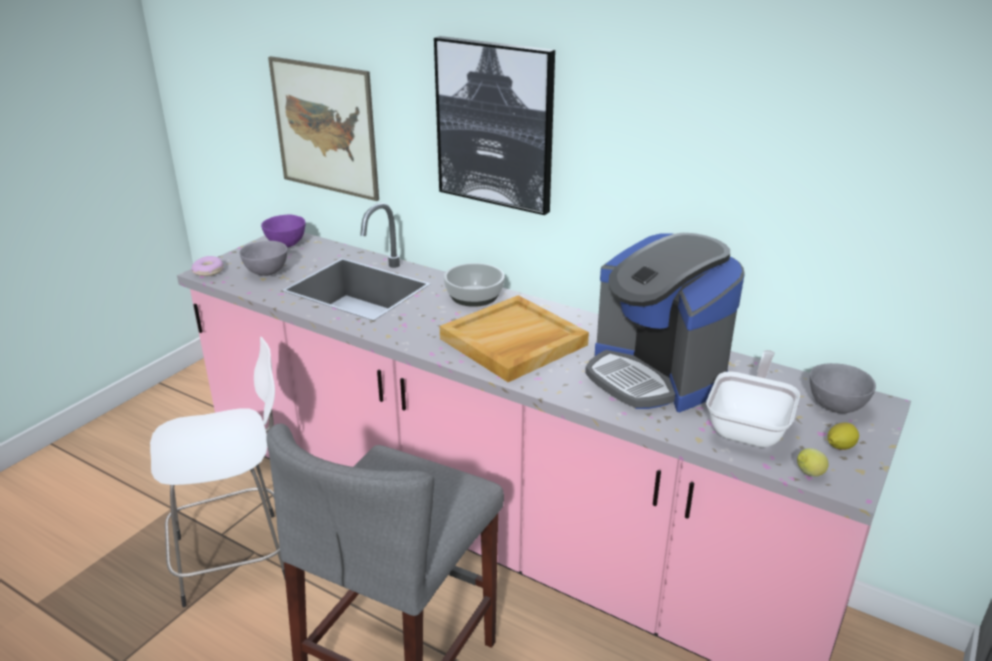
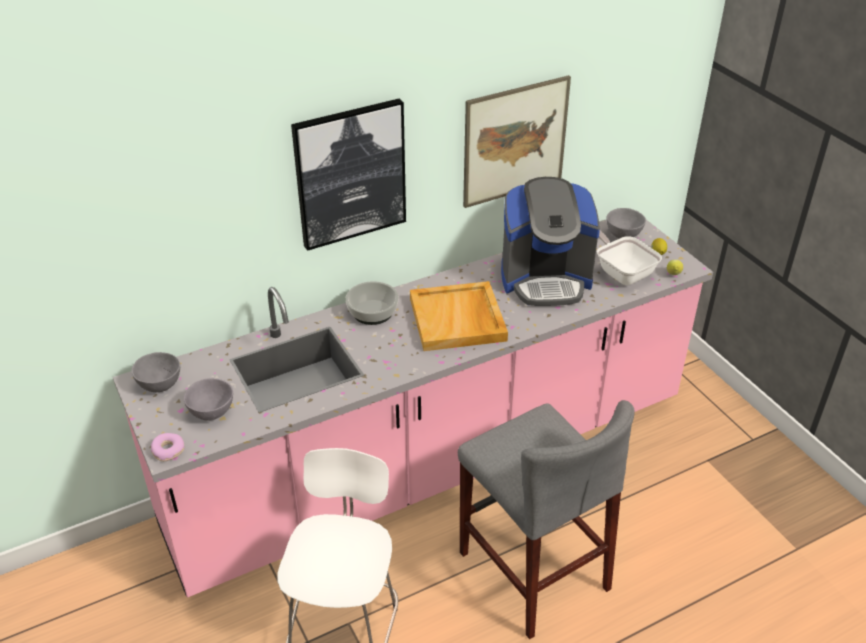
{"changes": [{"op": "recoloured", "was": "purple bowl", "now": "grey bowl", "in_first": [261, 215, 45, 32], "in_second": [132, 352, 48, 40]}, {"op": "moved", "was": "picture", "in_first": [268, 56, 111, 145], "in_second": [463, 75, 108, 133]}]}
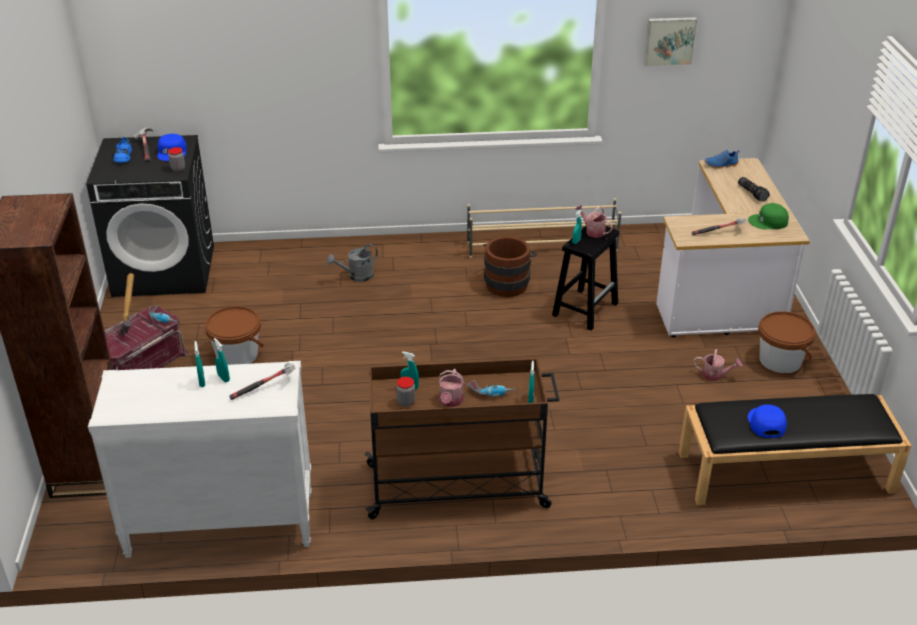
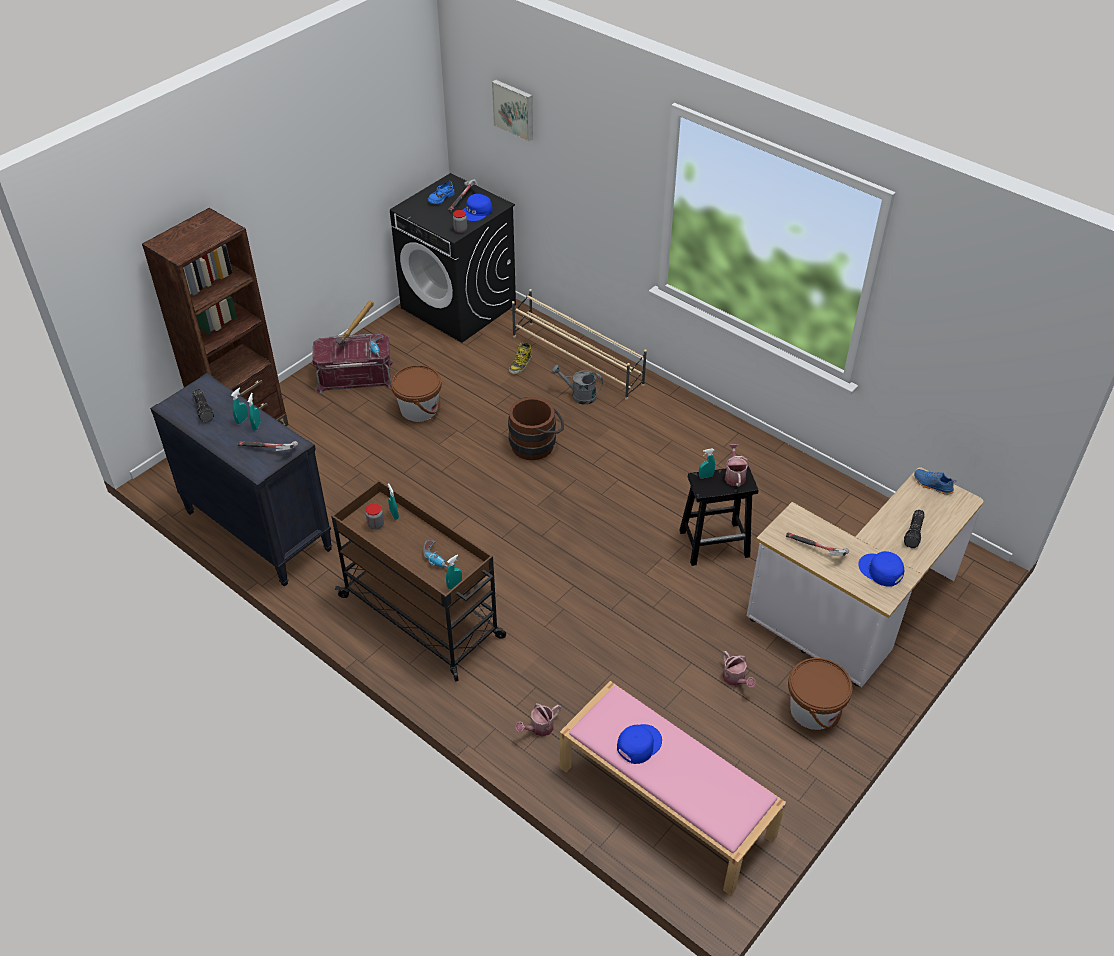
{"changes": [{"op": "recoloured", "was": "white dresser", "now": "black dresser", "in_first": [88, 361, 224, 197], "in_second": [150, 373, 182, 214]}, {"op": "moved", "was": "watering can", "in_first": [438, 369, 27, 38], "in_second": [515, 703, 46, 34]}, {"op": "moved", "was": "beige shoe rack", "in_first": [467, 198, 155, 60], "in_second": [512, 289, 135, 111]}, {"op": "moved", "was": "brown bucket", "in_first": [483, 236, 54, 61], "in_second": [508, 397, 56, 63]}, {"op": "moved", "was": "picture", "in_first": [644, 17, 53, 50], "in_second": [492, 80, 41, 61]}, {"op": "recoloured", "was": "black bench", "now": "pink bench", "in_first": [679, 394, 233, 111], "in_second": [560, 681, 226, 215]}, {"op": "recoloured", "was": "green cap", "now": "blue cap", "in_first": [748, 203, 41, 26], "in_second": [858, 551, 46, 36]}, {"op": "added", "now": "flashlight", "in_second": [193, 389, 21, 34]}, {"op": "added", "now": "boot", "in_second": [509, 343, 23, 31]}]}
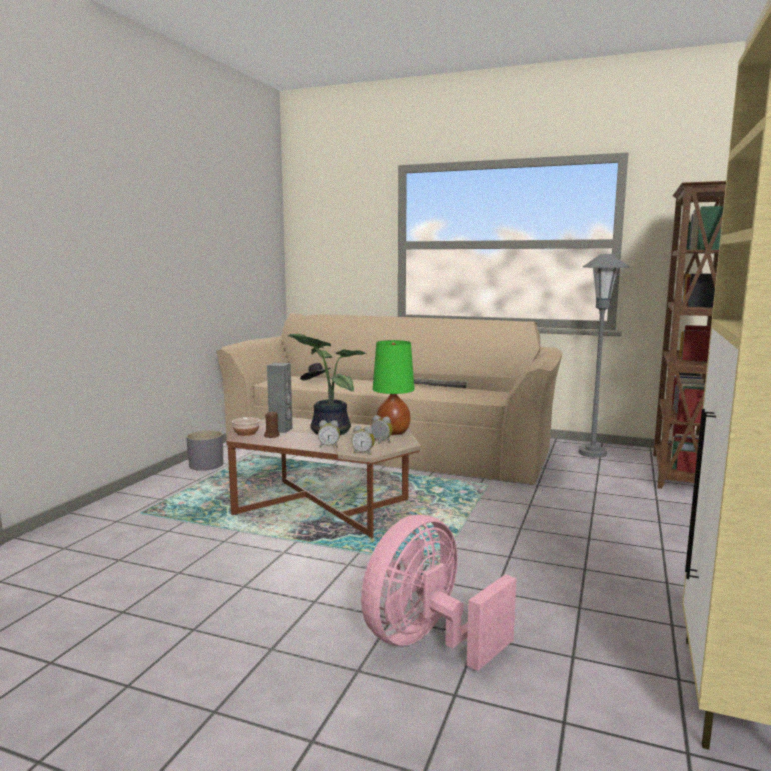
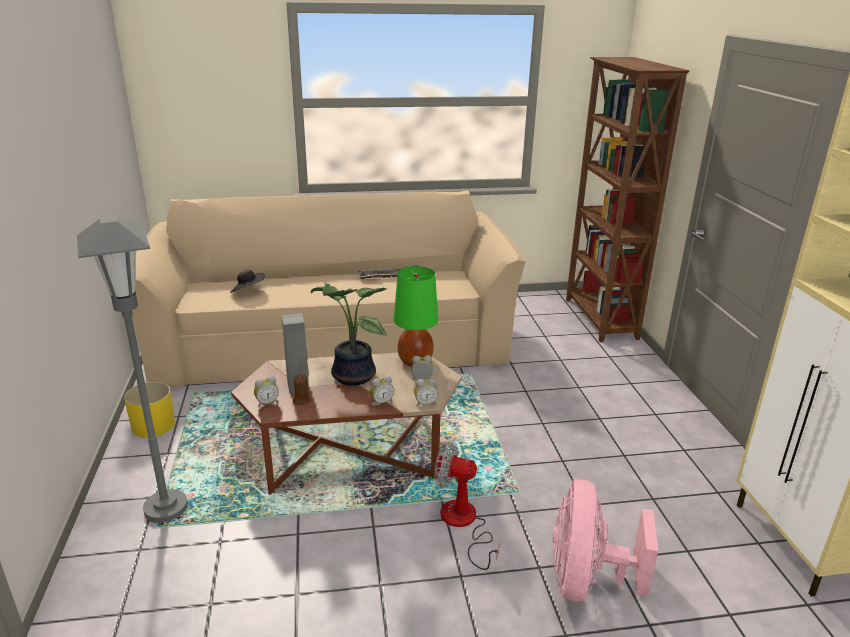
{"changes": [{"op": "recoloured", "was": "grey planter", "now": "yellow planter", "in_first": [186, 430, 37, 41], "in_second": [124, 382, 51, 56]}, {"op": "replaced", "was": "bowl", "now": "alarm clock", "in_first": [232, 417, 28, 19], "in_second": [254, 376, 25, 31]}, {"op": "moved", "was": "grey floor lamp", "in_first": [579, 254, 50, 204], "in_second": [77, 217, 111, 306]}, {"op": "added", "now": "fan", "in_second": [434, 442, 66, 128]}]}
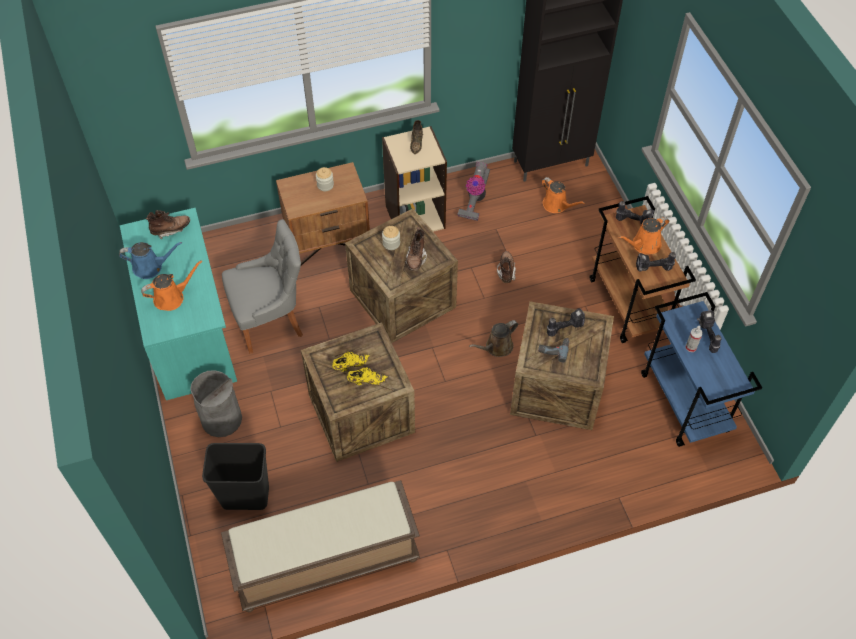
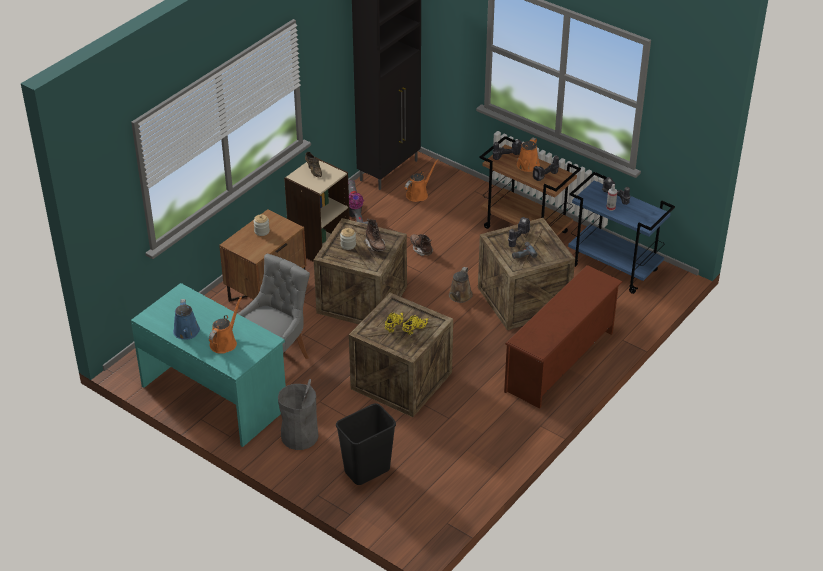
{"changes": [{"op": "turned", "was": "blue watering can", "in_first": [119, 242, 63, 37], "in_second": [173, 299, 27, 41], "clockwise": 120}, {"op": "removed", "was": "brown boot", "in_first": [146, 210, 44, 29]}, {"op": "removed", "was": "brown bench", "in_first": [221, 480, 199, 132]}, {"op": "turned", "was": "orange watering can", "in_first": [542, 177, 43, 36], "in_second": [405, 159, 34, 43], "clockwise": -60}, {"op": "added", "now": "brown shoe rack", "in_second": [504, 265, 119, 144]}]}
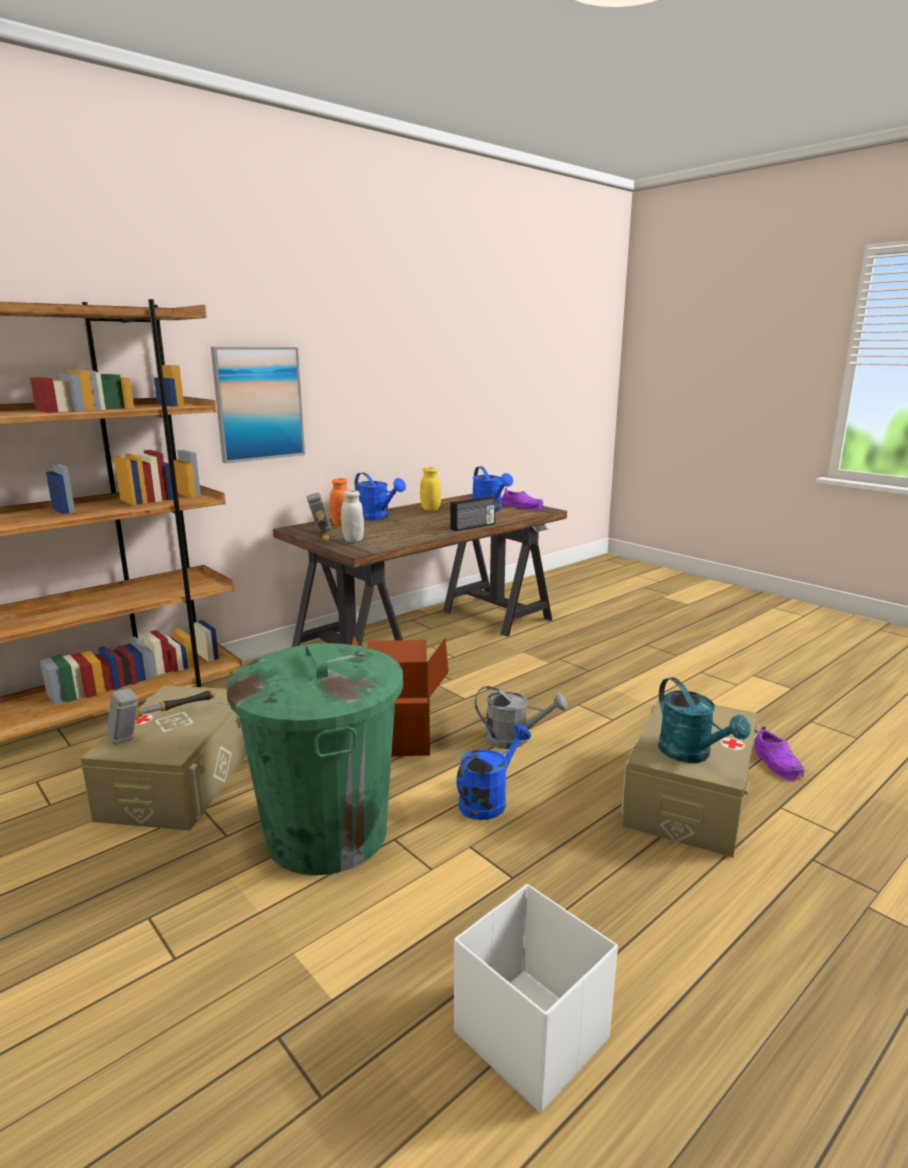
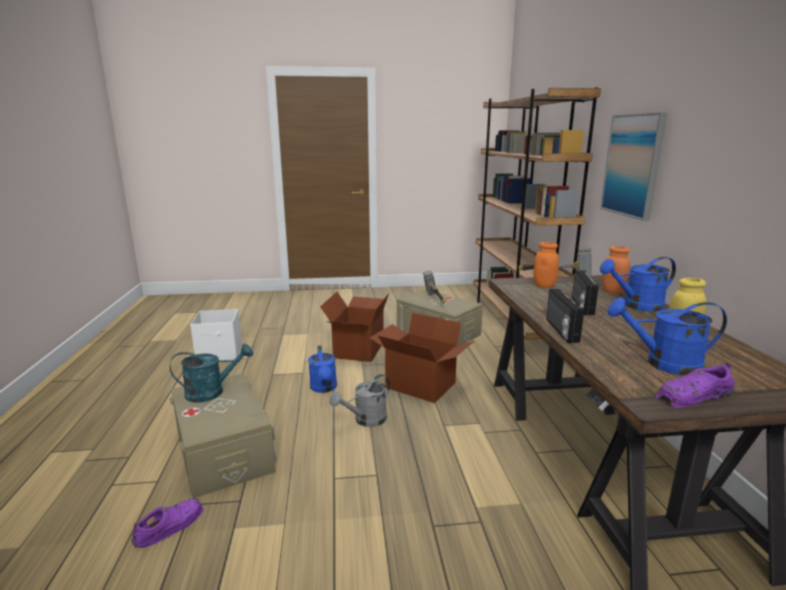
{"changes": [{"op": "replaced", "was": "green trash can", "now": "cardboard box", "in_first": [227, 643, 176, 232], "in_second": [320, 292, 69, 70]}, {"op": "recoloured", "was": "white jar", "now": "orange jar", "in_first": [341, 490, 23, 52], "in_second": [533, 242, 26, 46]}, {"op": "turned", "was": "turquoise watering can", "in_first": [658, 677, 93, 86], "in_second": [170, 343, 83, 60], "clockwise": 150}, {"op": "turned", "was": "purple shoe", "in_first": [754, 727, 50, 55], "in_second": [131, 498, 73, 50], "clockwise": 105}, {"op": "added", "now": "radio", "in_second": [572, 270, 27, 45]}]}
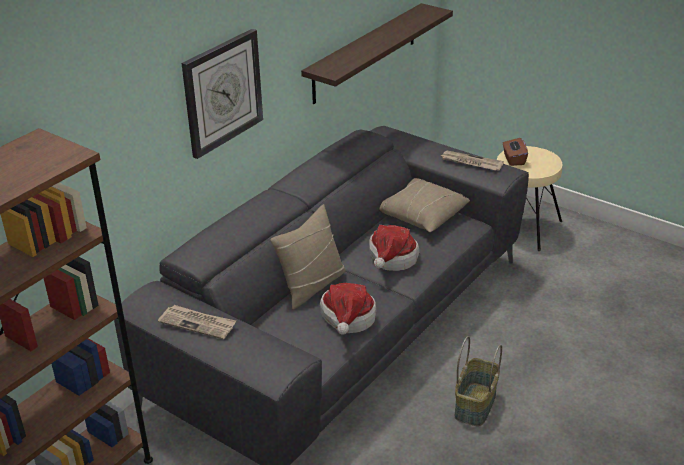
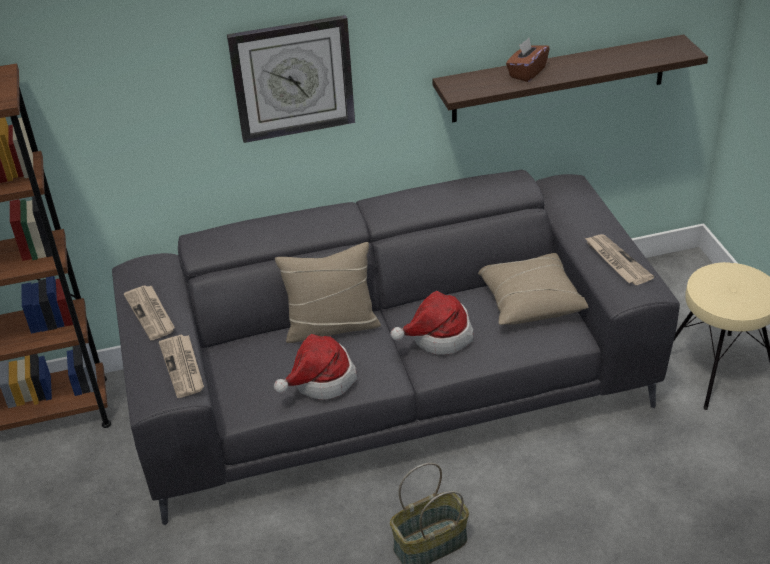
{"changes": [{"op": "moved", "was": "brown tissue box", "in_first": [503, 138, 25, 28], "in_second": [506, 38, 44, 44]}, {"op": "added", "now": "newspaper", "in_second": [159, 335, 45, 63]}]}
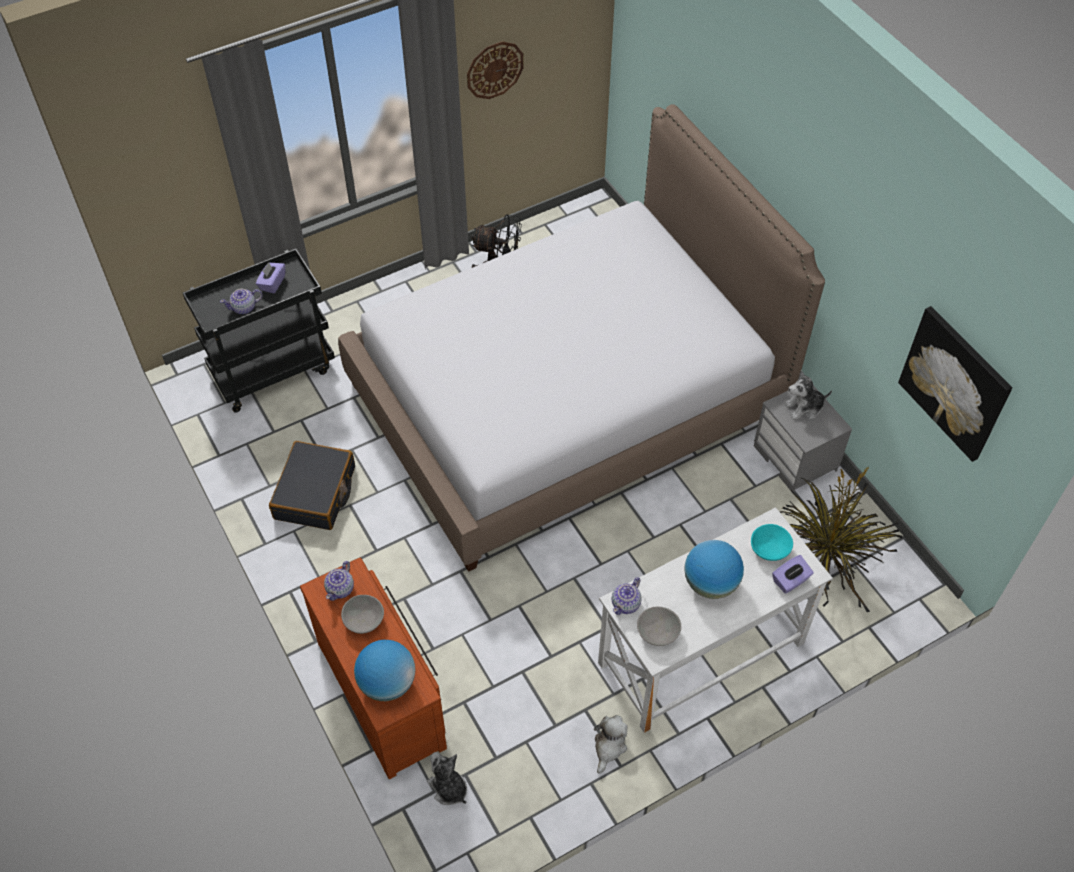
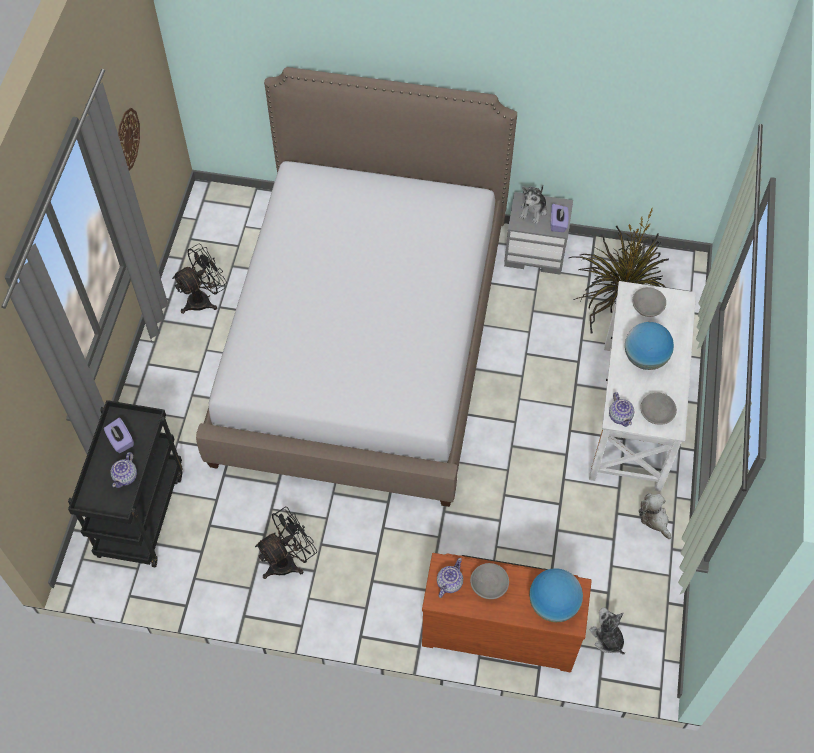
{"changes": [{"op": "replaced", "was": "black suitcase", "now": "black fan", "in_first": [269, 441, 86, 89], "in_second": [255, 507, 62, 72]}, {"op": "turned", "was": "teapot", "in_first": [324, 561, 30, 40], "in_second": [437, 558, 26, 40], "clockwise": -120}, {"op": "turned", "was": "plush toy", "in_first": [427, 752, 40, 53], "in_second": [589, 607, 36, 47], "clockwise": 60}, {"op": "recoloured", "was": "turquoise bowl", "now": "grey bowl", "in_first": [751, 524, 42, 37], "in_second": [632, 287, 34, 30]}, {"op": "moved", "was": "purple tissue box", "in_first": [772, 555, 42, 39], "in_second": [551, 204, 18, 28]}, {"op": "removed", "was": "picture", "in_first": [898, 306, 114, 156]}]}
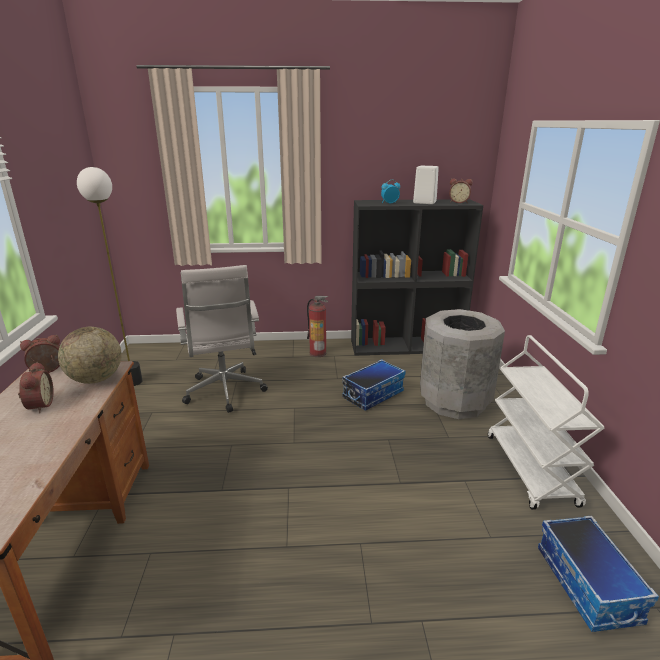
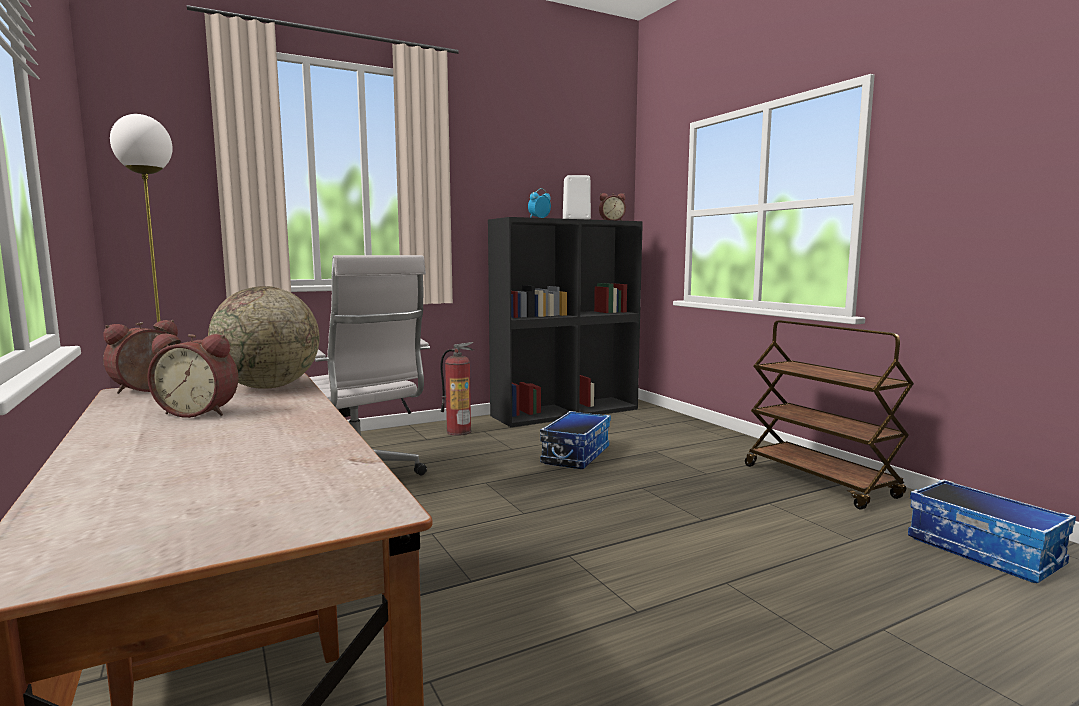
{"changes": [{"op": "turned", "was": "alarm clock", "in_first": [18, 362, 36, 51], "in_second": [147, 334, 91, 84], "clockwise": 135}, {"op": "removed", "was": "grey trash can", "in_first": [420, 309, 85, 110]}, {"op": "recoloured", "was": "white cart", "now": "brown cart", "in_first": [488, 335, 117, 175], "in_second": [745, 320, 169, 190]}]}
